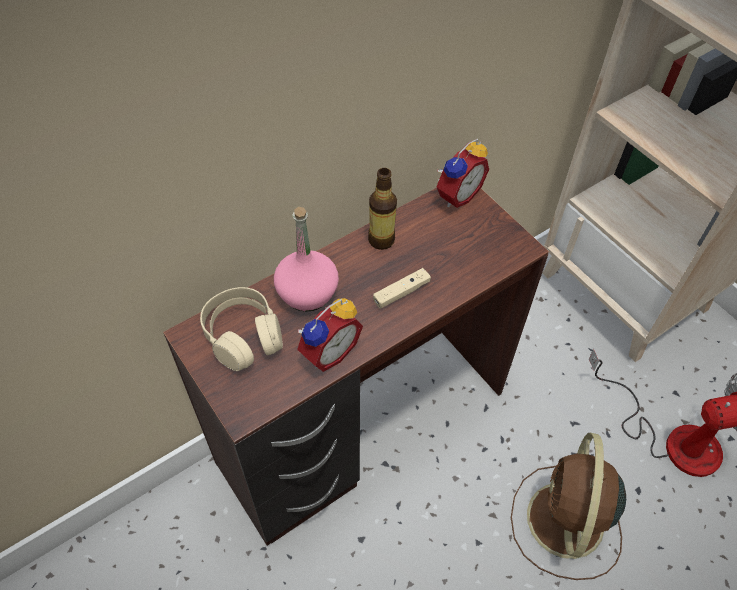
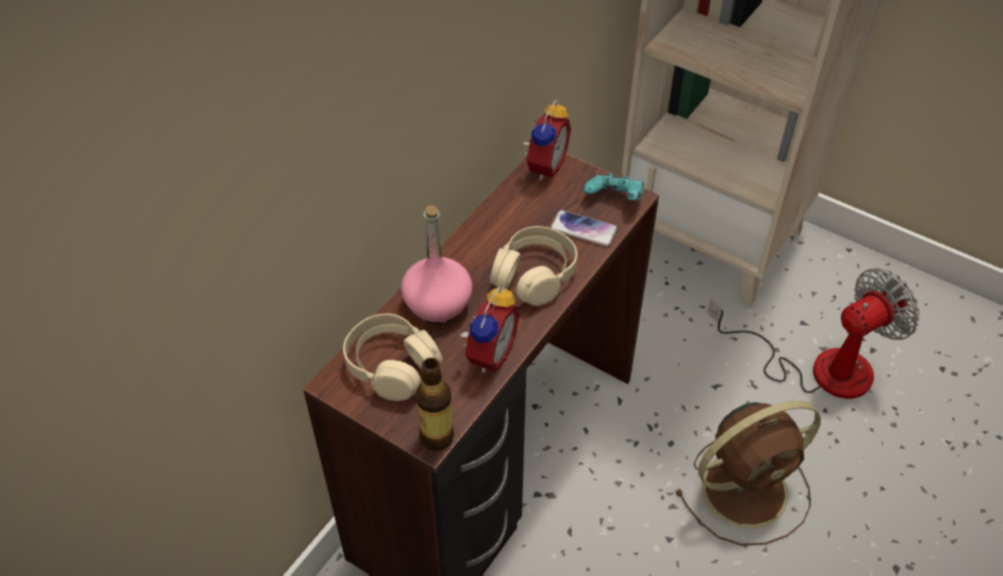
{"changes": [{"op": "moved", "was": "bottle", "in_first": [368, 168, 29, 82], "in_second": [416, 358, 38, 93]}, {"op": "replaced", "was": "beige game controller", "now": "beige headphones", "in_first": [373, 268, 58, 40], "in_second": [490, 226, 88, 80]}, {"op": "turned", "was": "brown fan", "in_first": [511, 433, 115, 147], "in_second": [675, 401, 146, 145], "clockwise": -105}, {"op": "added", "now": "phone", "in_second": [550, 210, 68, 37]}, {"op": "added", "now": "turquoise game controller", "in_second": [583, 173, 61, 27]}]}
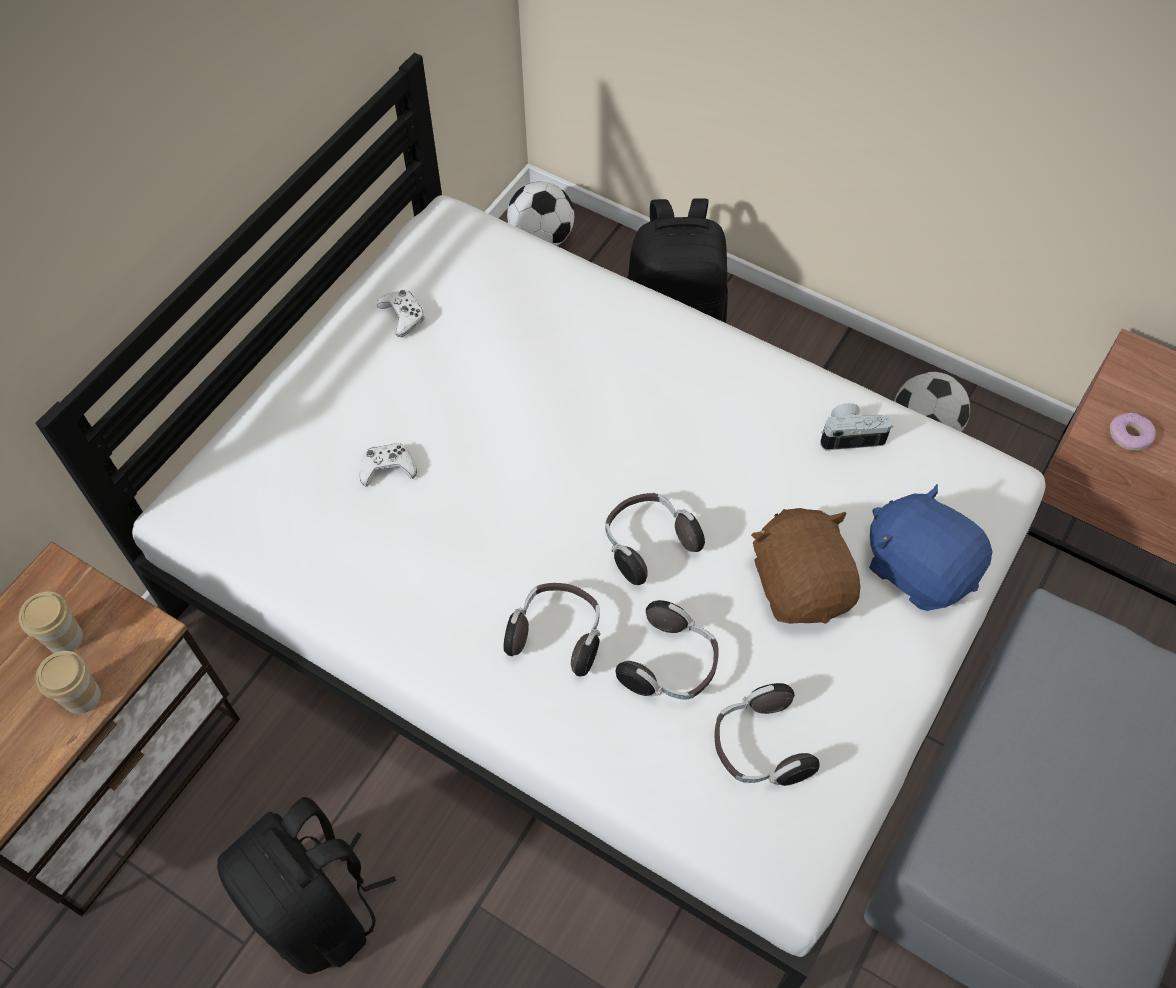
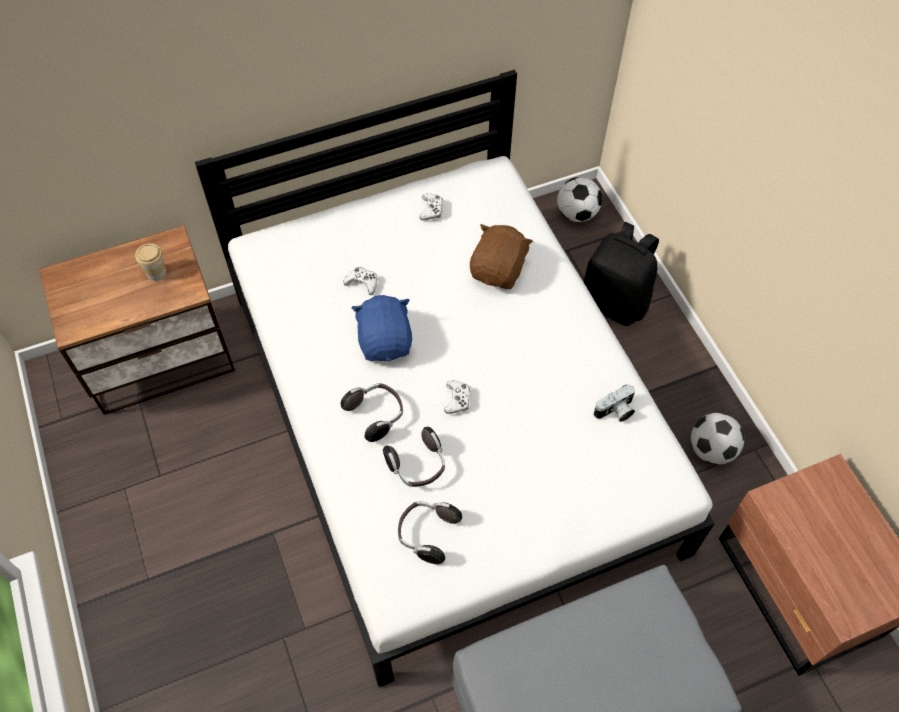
{"changes": [{"op": "removed", "was": "cup", "in_first": [36, 651, 65, 63]}, {"op": "removed", "was": "black backpack", "in_first": [217, 797, 179, 177]}, {"op": "replaced", "was": "headphones", "now": "white game controller", "in_first": [605, 493, 100, 92], "in_second": [444, 380, 27, 34]}, {"op": "moved", "was": "brown plush toy", "in_first": [751, 508, 109, 116], "in_second": [470, 224, 63, 65]}, {"op": "turned", "was": "photo camera", "in_first": [820, 403, 73, 47], "in_second": [594, 384, 41, 38], "clockwise": 120}, {"op": "moved", "was": "blue plush toy", "in_first": [869, 484, 124, 127], "in_second": [351, 295, 61, 66]}, {"op": "removed", "was": "donut", "in_first": [1110, 413, 46, 38]}]}
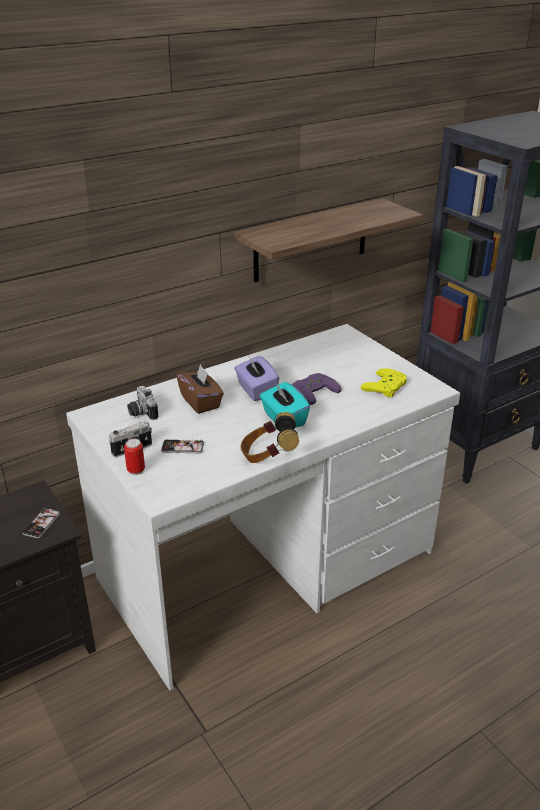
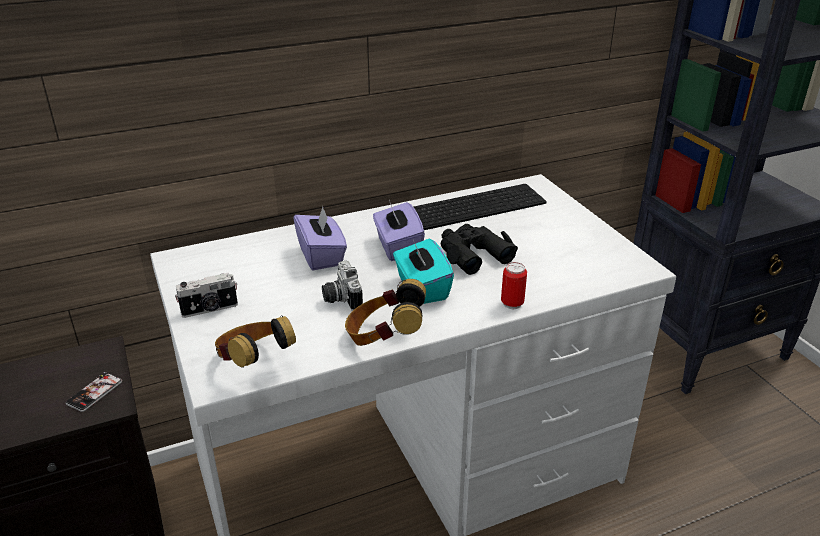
{"changes": [{"op": "moved", "was": "can", "in_first": [124, 439, 21, 36], "in_second": [501, 262, 26, 47]}, {"op": "moved", "was": "photo camera", "in_first": [127, 386, 31, 34], "in_second": [322, 261, 41, 50]}, {"op": "removed", "was": "phone", "in_first": [161, 439, 43, 14]}, {"op": "recoloured", "was": "brown tissue box", "now": "purple tissue box", "in_first": [176, 364, 48, 50], "in_second": [293, 206, 54, 64]}, {"op": "removed", "was": "shelf", "in_first": [234, 198, 189, 84]}, {"op": "replaced", "was": "purple game controller", "now": "black binoculars", "in_first": [292, 373, 50, 32], "in_second": [441, 224, 77, 51]}, {"op": "removed", "was": "yellow game controller", "in_first": [361, 368, 46, 30]}, {"op": "added", "now": "headphones", "in_second": [215, 315, 81, 53]}, {"op": "added", "now": "keyboard", "in_second": [414, 184, 133, 46]}]}
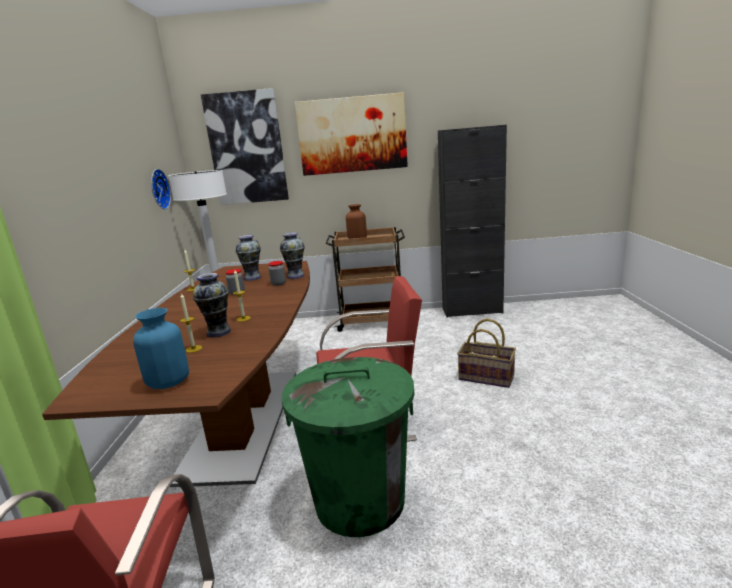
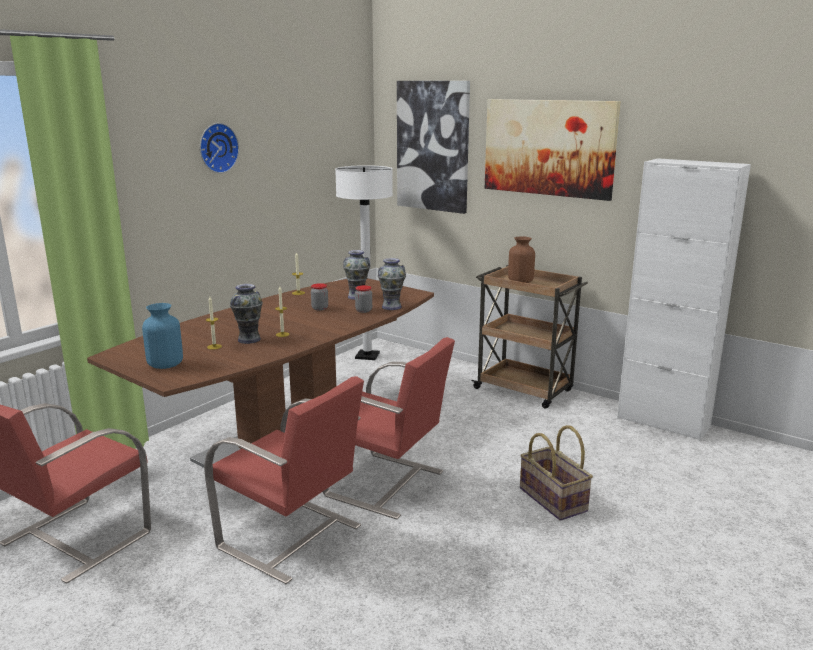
{"changes": [{"op": "moved", "was": "wall clock", "in_first": [151, 169, 20, 40], "in_second": [200, 123, 39, 50]}, {"op": "replaced", "was": "green trash can", "now": "red chair", "in_first": [282, 357, 132, 180], "in_second": [204, 376, 160, 208]}, {"op": "recoloured", "was": "black cabinet", "now": "white cabinet", "in_first": [438, 125, 69, 193], "in_second": [617, 158, 134, 283]}]}
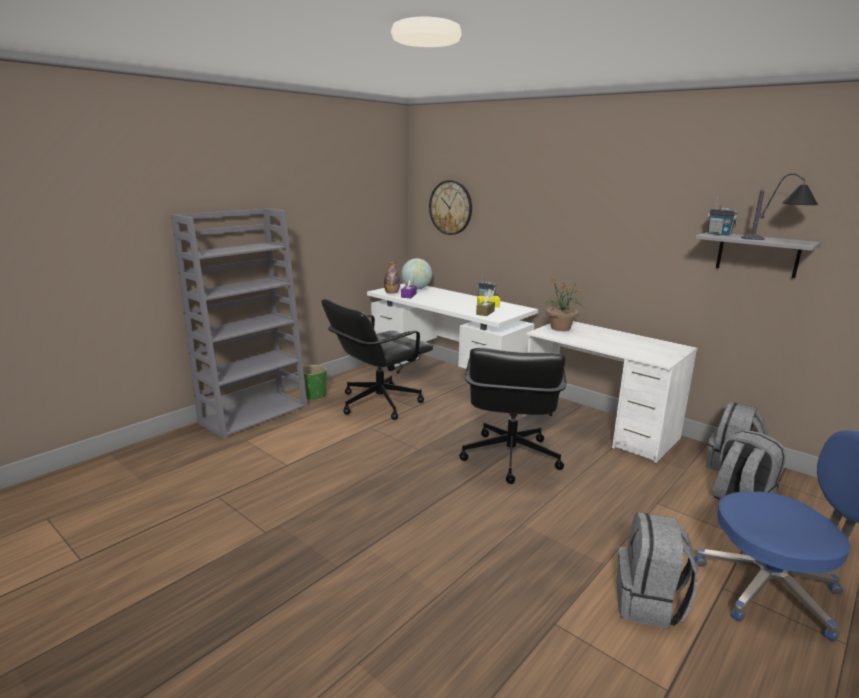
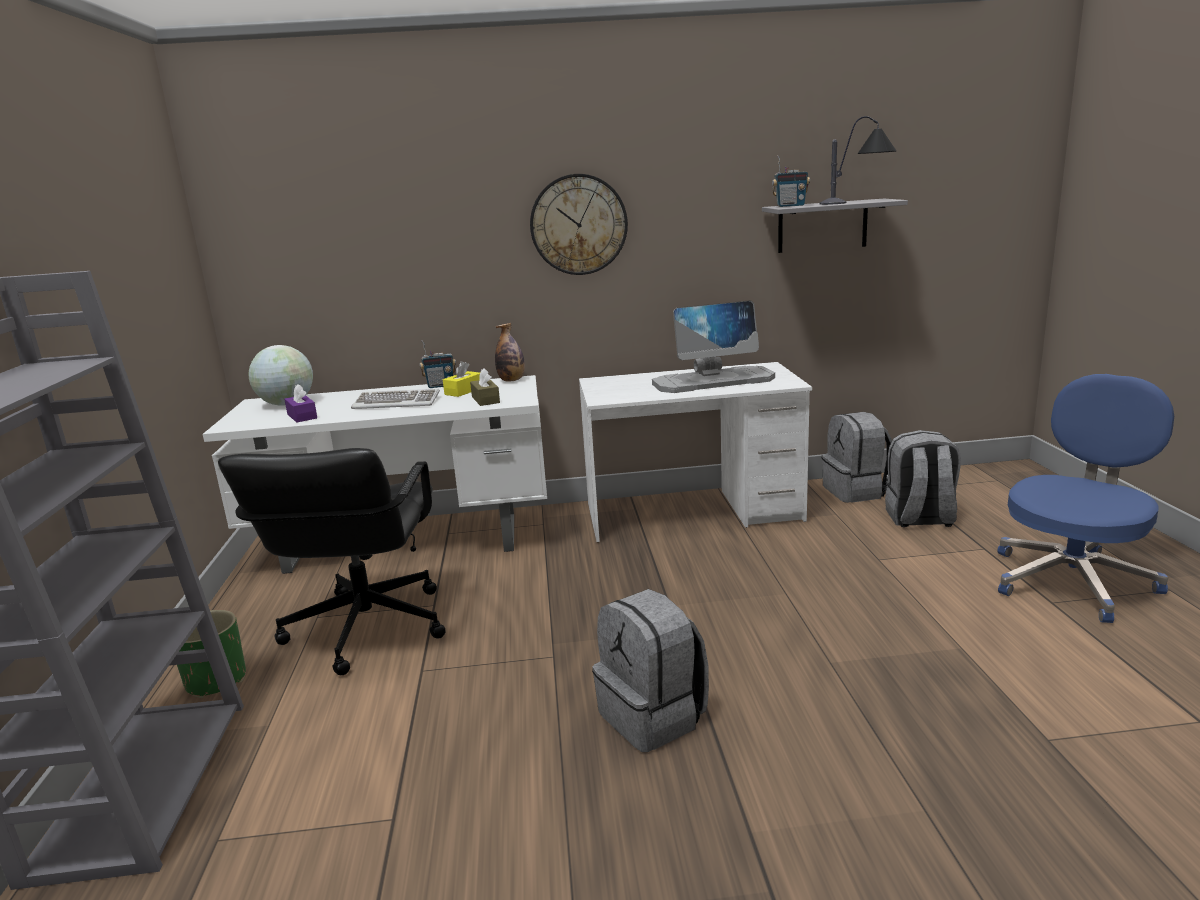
{"changes": [{"op": "moved", "was": "bottle", "in_first": [384, 262, 16, 32], "in_second": [495, 323, 30, 59]}, {"op": "moved", "was": "wall clock", "in_first": [429, 180, 43, 55], "in_second": [530, 174, 98, 101]}, {"op": "removed", "was": "black office chair", "in_first": [459, 348, 108, 136]}, {"op": "removed", "was": "potted plant", "in_first": [544, 279, 40, 52]}, {"op": "moved", "was": "grey backpack", "in_first": [616, 512, 82, 116], "in_second": [592, 589, 117, 163]}, {"op": "added", "now": "keyboard", "in_second": [351, 389, 89, 20]}, {"op": "added", "now": "monitor", "in_second": [652, 300, 123, 93]}]}
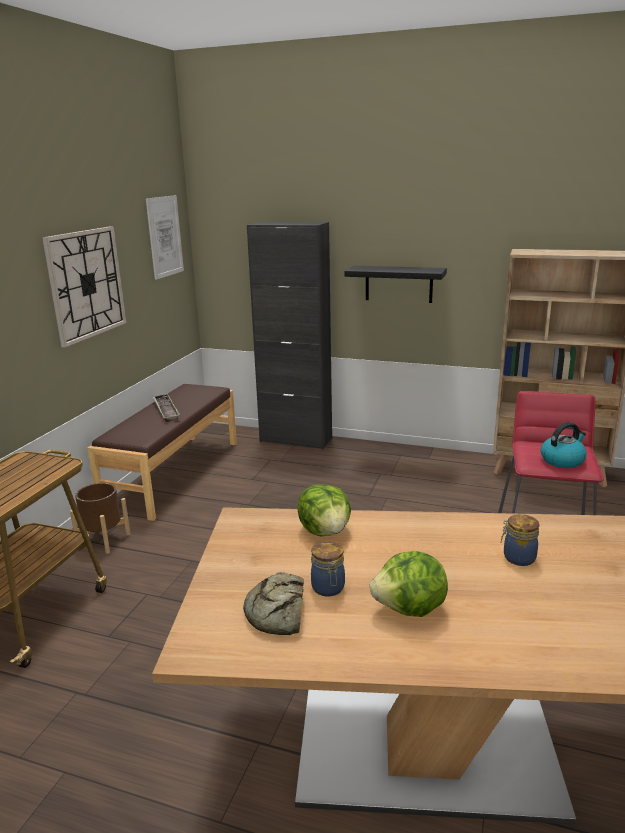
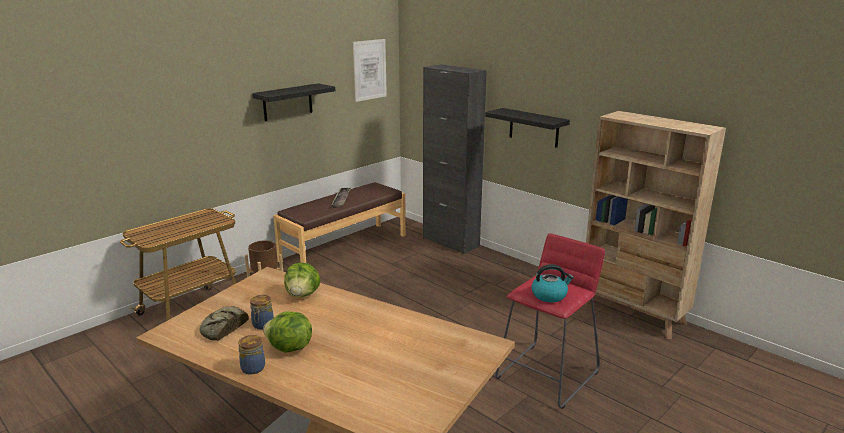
{"changes": [{"op": "replaced", "was": "wall clock", "now": "black shelf", "in_first": [42, 226, 85, 121], "in_second": [252, 83, 83, 38]}, {"op": "moved", "was": "jar", "in_first": [501, 514, 38, 52], "in_second": [238, 335, 27, 39]}]}
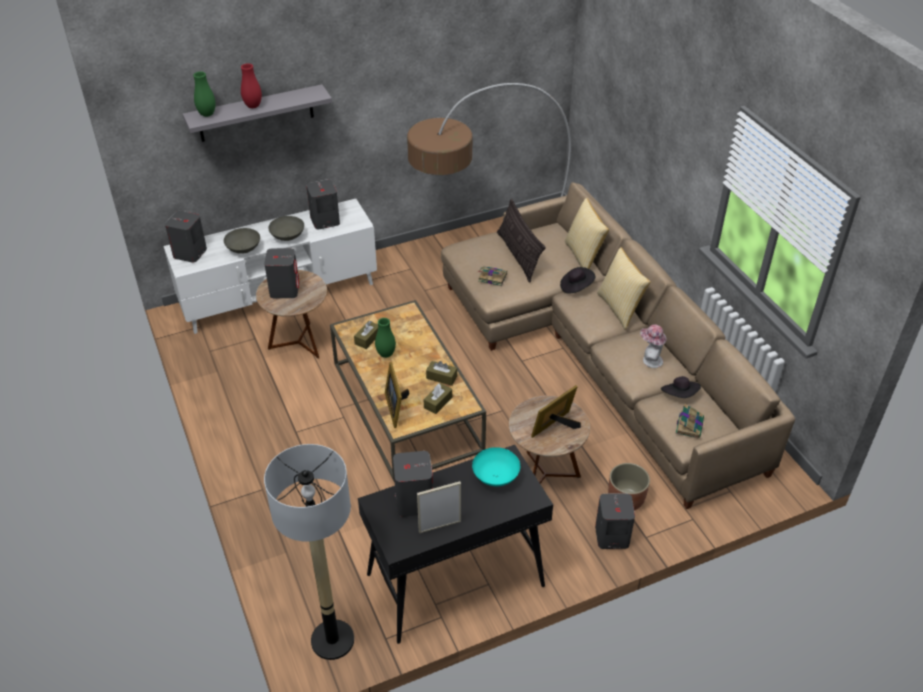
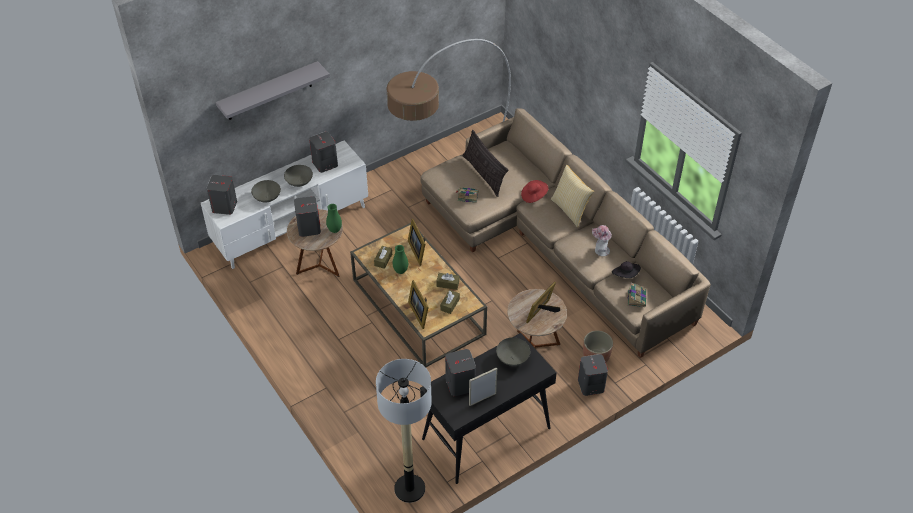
{"changes": [{"op": "moved", "was": "green vase", "in_first": [193, 71, 23, 46], "in_second": [326, 204, 16, 29]}, {"op": "removed", "was": "red vase", "in_first": [241, 63, 21, 45]}, {"op": "recoloured", "was": "turquoise bowl", "now": "grey bowl", "in_first": [472, 447, 48, 39], "in_second": [496, 337, 34, 29]}, {"op": "recoloured", "was": "black hat", "now": "red hat", "in_first": [560, 267, 35, 27], "in_second": [521, 180, 27, 23]}, {"op": "removed", "was": "pillow", "in_first": [565, 198, 44, 71]}, {"op": "added", "now": "picture frame", "in_second": [408, 219, 18, 47]}]}
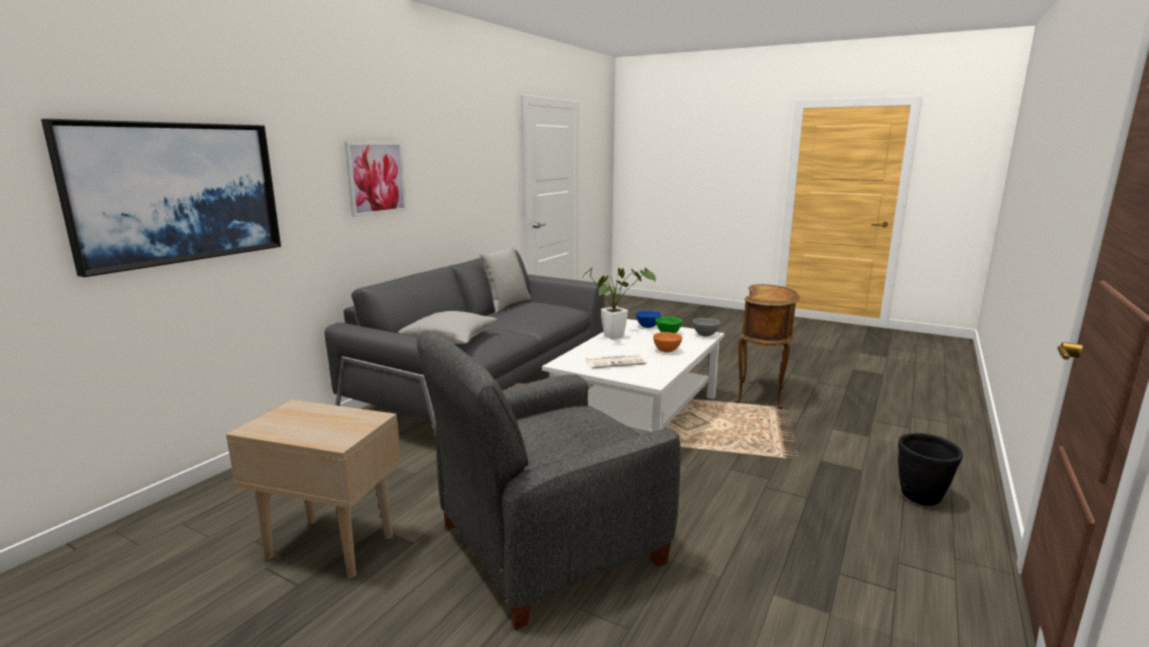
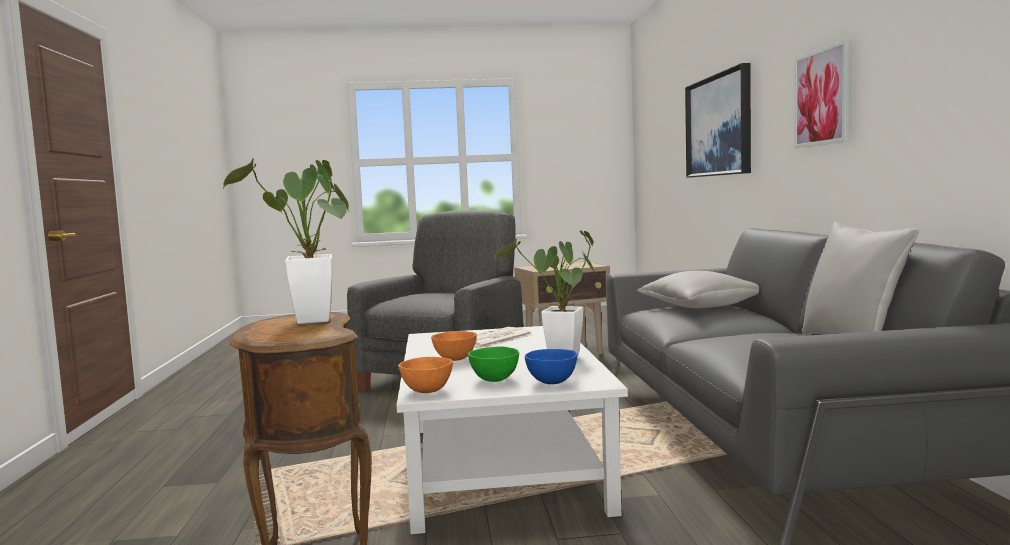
{"changes": [{"op": "recoloured", "was": "grey bowl", "now": "orange bowl", "in_first": [693, 318, 27, 19], "in_second": [398, 357, 55, 36]}, {"op": "removed", "was": "black planter", "in_first": [898, 433, 65, 73]}, {"op": "added", "now": "potted plant", "in_second": [222, 158, 127, 166]}]}
